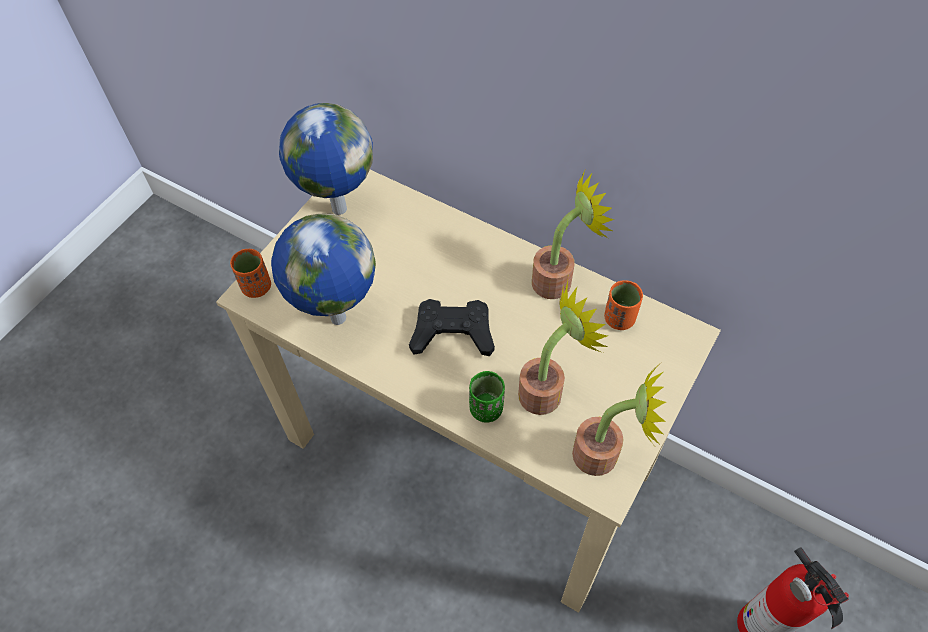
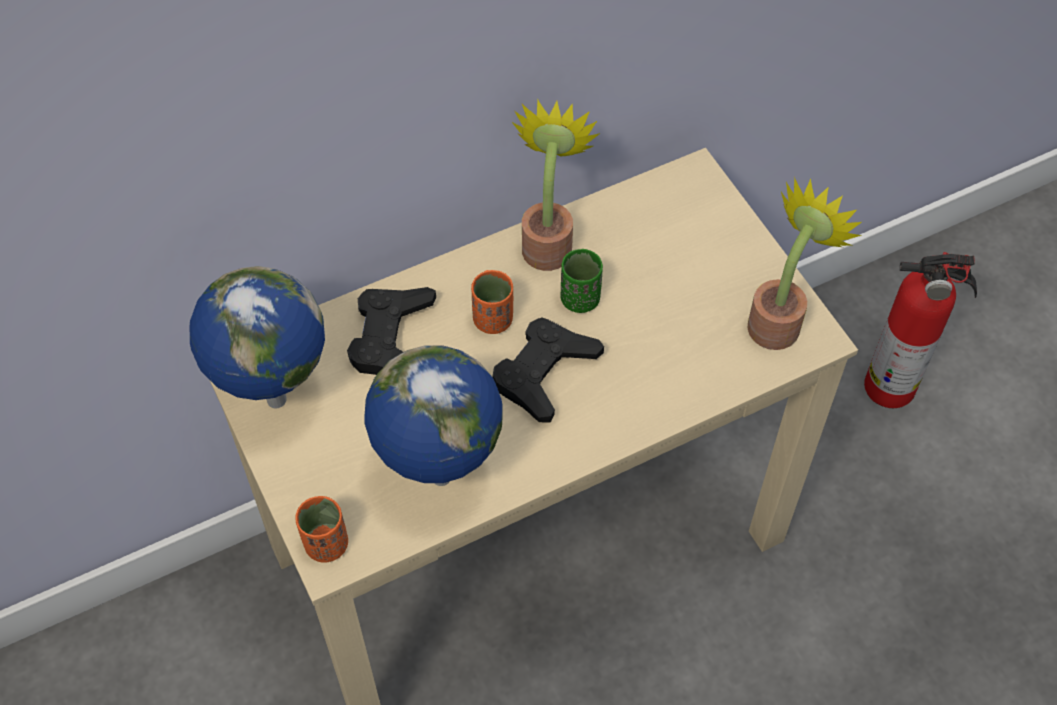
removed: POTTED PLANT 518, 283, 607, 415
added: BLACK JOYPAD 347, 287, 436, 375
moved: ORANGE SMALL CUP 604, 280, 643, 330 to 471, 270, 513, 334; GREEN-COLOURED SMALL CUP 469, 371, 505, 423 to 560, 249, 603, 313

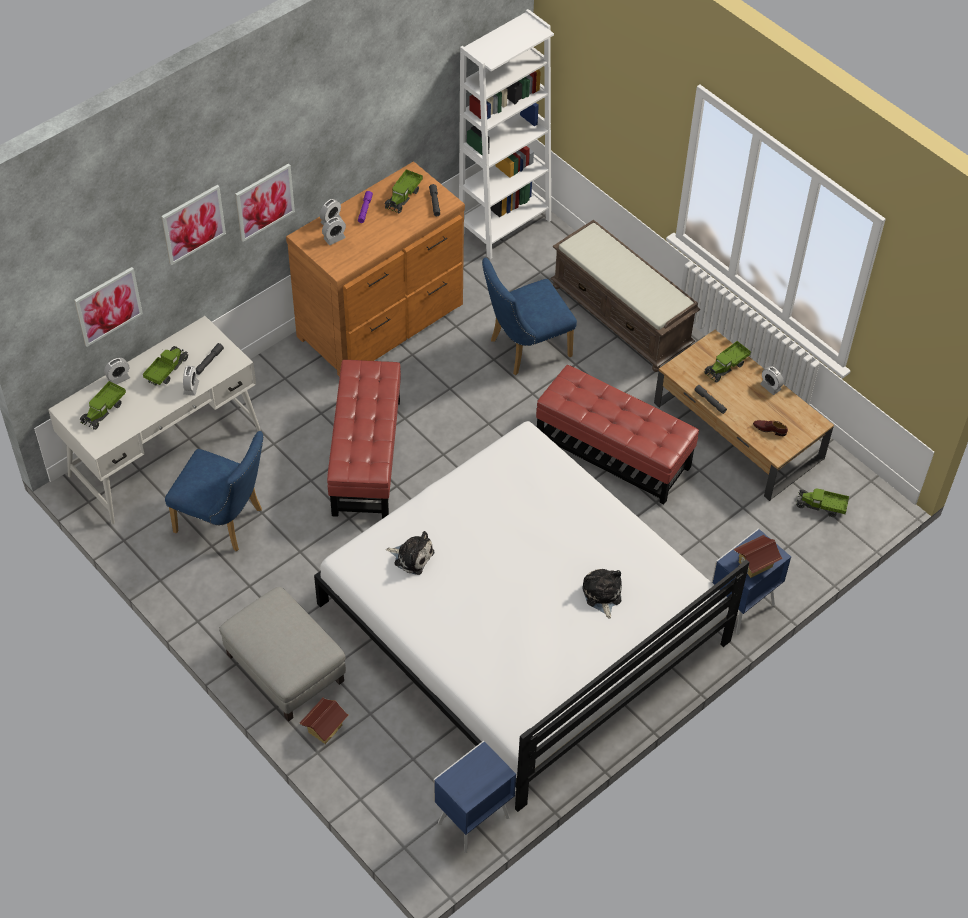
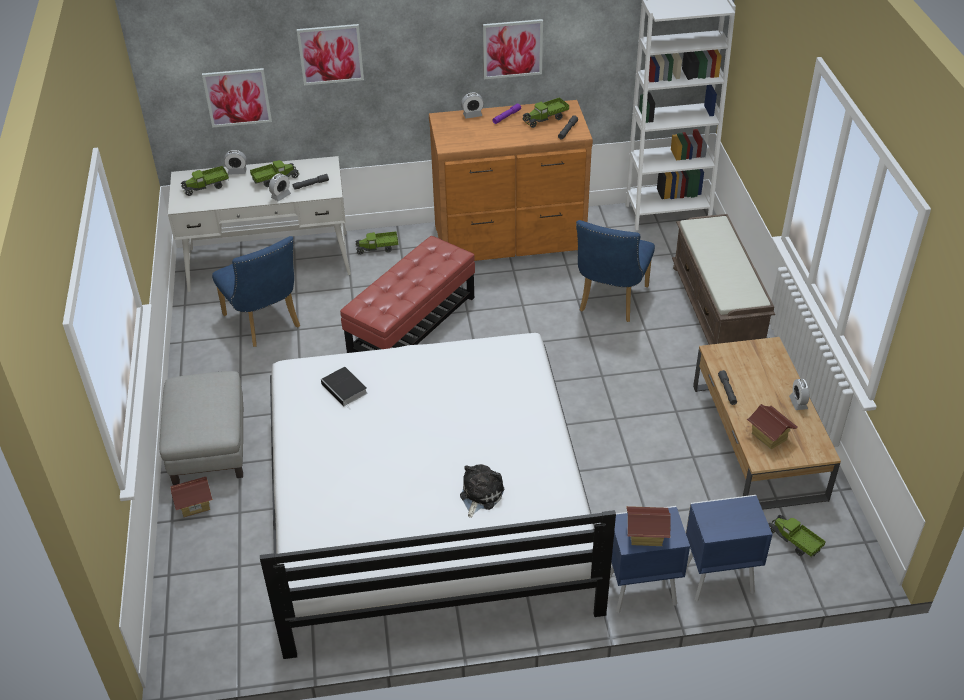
removed: BEDSIDE CLOCK 322, 217, 346, 245; RED-COLOURED OTTOMAN 536, 365, 699, 505
moved: PICTURE 235, 163, 295, 242 to 483, 19, 543, 79; TOY LORRY 704, 341, 751, 383 to 355, 231, 399, 255; BLUISH BEDSIDE TABLE 434, 741, 516, 853 to 686, 495, 773, 602
replaced: BROWNISH ITEM OF FOOTWEAR 753, 420, 788, 436 to TOY HOUSE 747, 404, 798, 449; PLUSH TOY 386, 531, 434, 575 to BOOK 321, 367, 367, 410
turned: BLUISH CHAIR 482, 257, 577, 375 = 576, 220, 655, 322 75 degrees counterclockwise

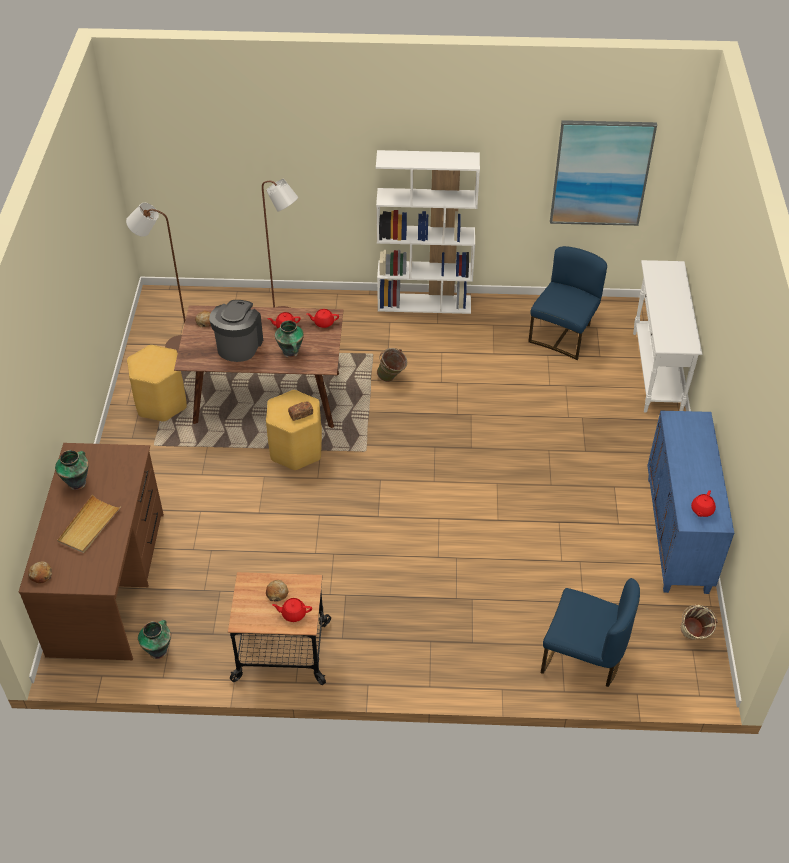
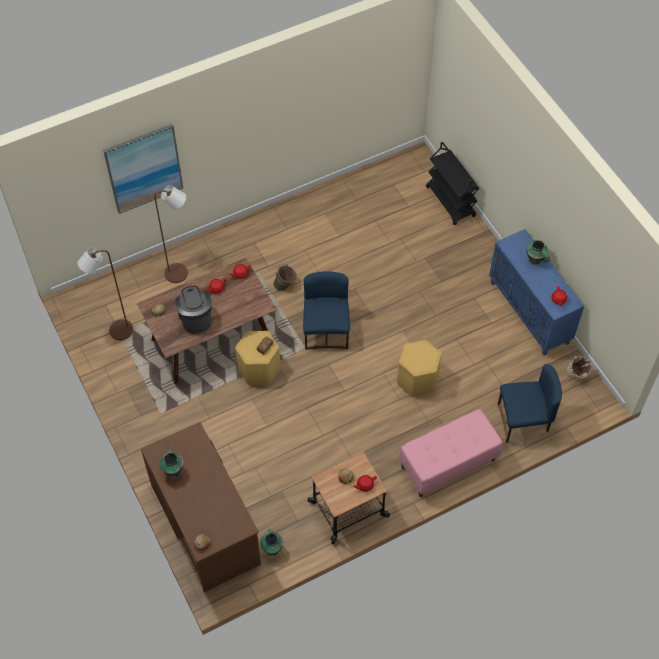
removed: WHITE-COLOURED BOOKCASE 376, 150, 480, 314; BEIGE CARRYING TRAY 57, 495, 121, 553
added: PINK INDOOR BENCH 399, 409, 503, 497
moved: PICTURE 550, 120, 657, 226 to 103, 124, 183, 214; BLUISH CHAIR 528, 246, 607, 360 to 303, 271, 350, 350; VASE 275, 320, 304, 358 to 526, 240, 550, 265; YELLOWISH STOOL SEAT 127, 345, 187, 422 to 397, 340, 442, 397
replaced: WHITE-COLOURED CONSOLE TABLE 633, 260, 702, 413 to BLACK CART 426, 142, 479, 225

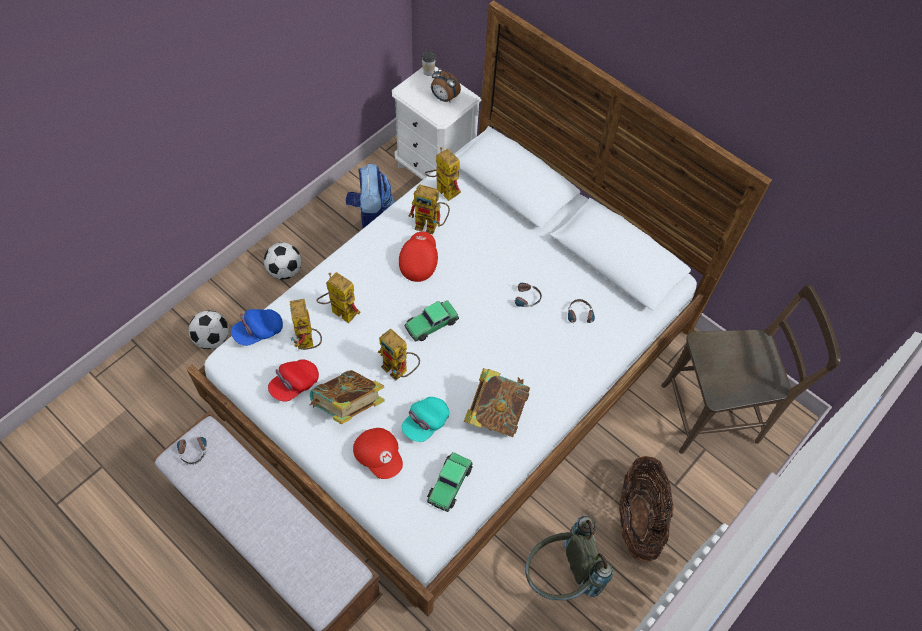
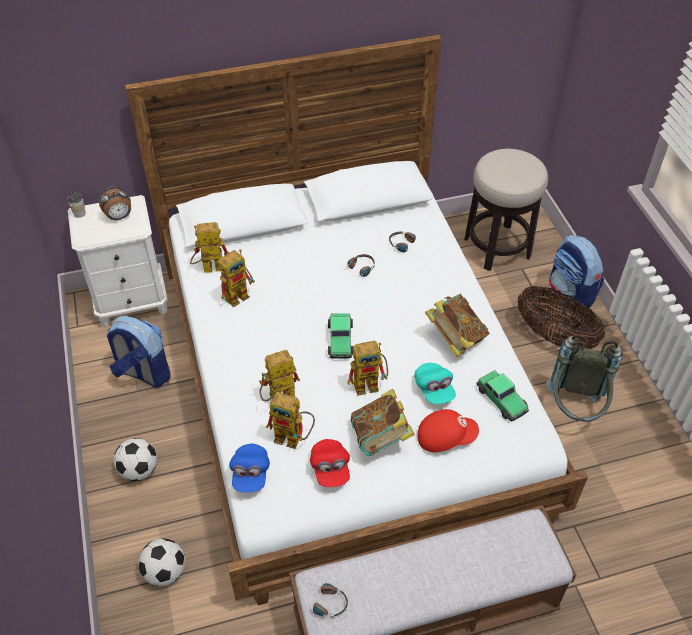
removed: RED-COLOURED BASEBALL CAP 399, 232, 438, 282
added: RUCKSACK 549, 235, 604, 311
replaced: BROWNISH CHAIR 661, 284, 841, 454 to STOOL SEAT 464, 149, 548, 271

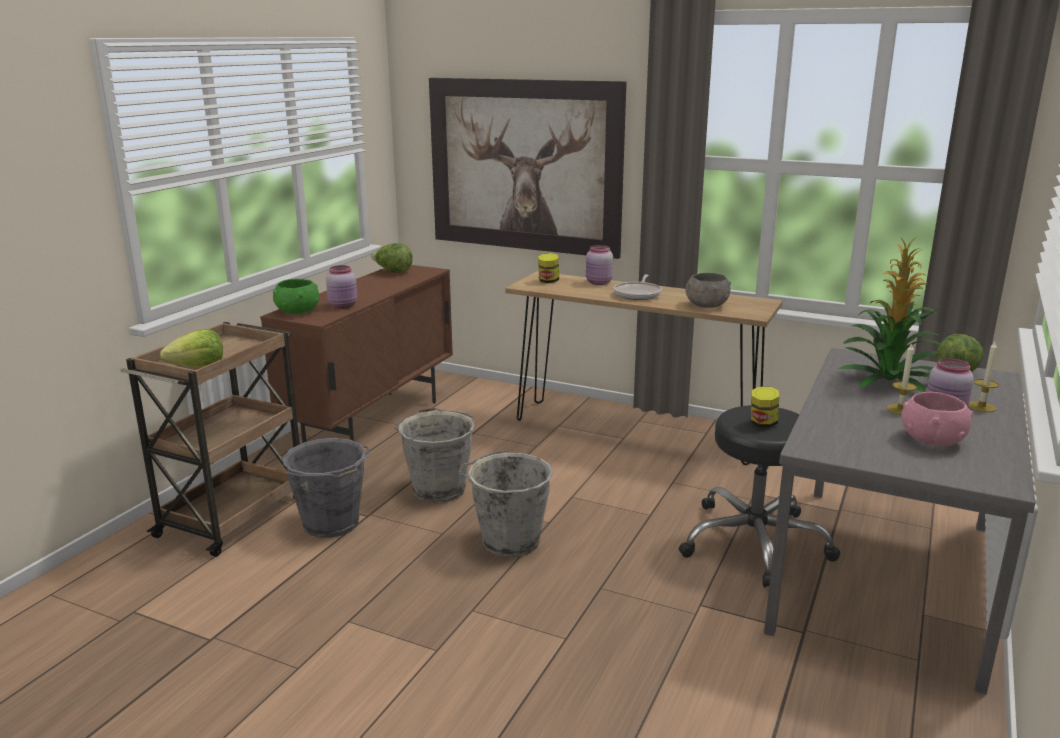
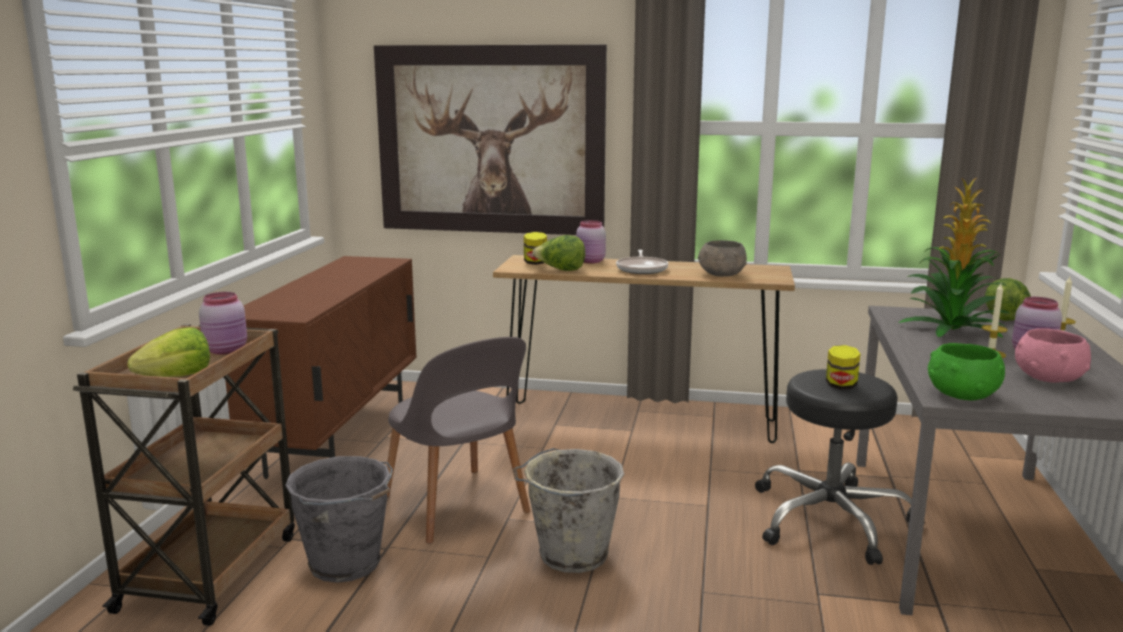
moved: HEAD OF LETTUCE 371, 243, 413, 273 to 532, 235, 585, 271; PINK JAR 326, 265, 357, 309 to 199, 292, 247, 355; GREEN-COLOURED BOWL 273, 279, 319, 314 to 928, 343, 1005, 400
replaced: GREY BUCKET 395, 407, 475, 503 to GREY CHAIR 387, 337, 530, 544

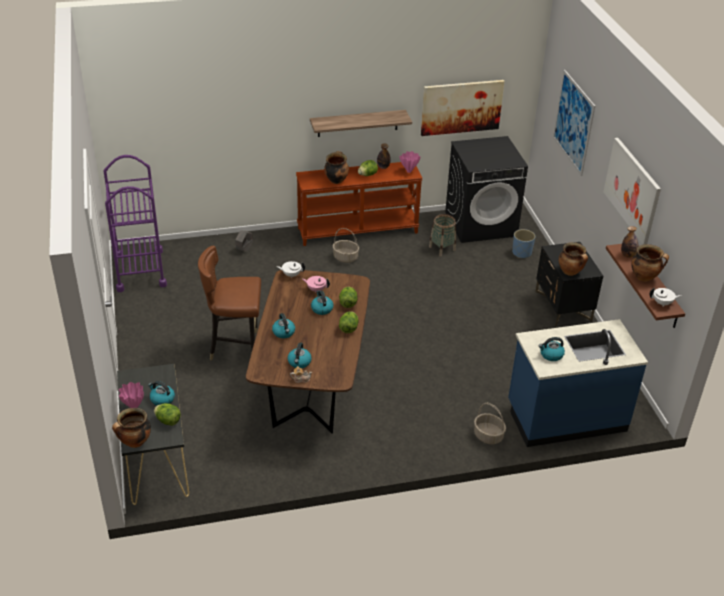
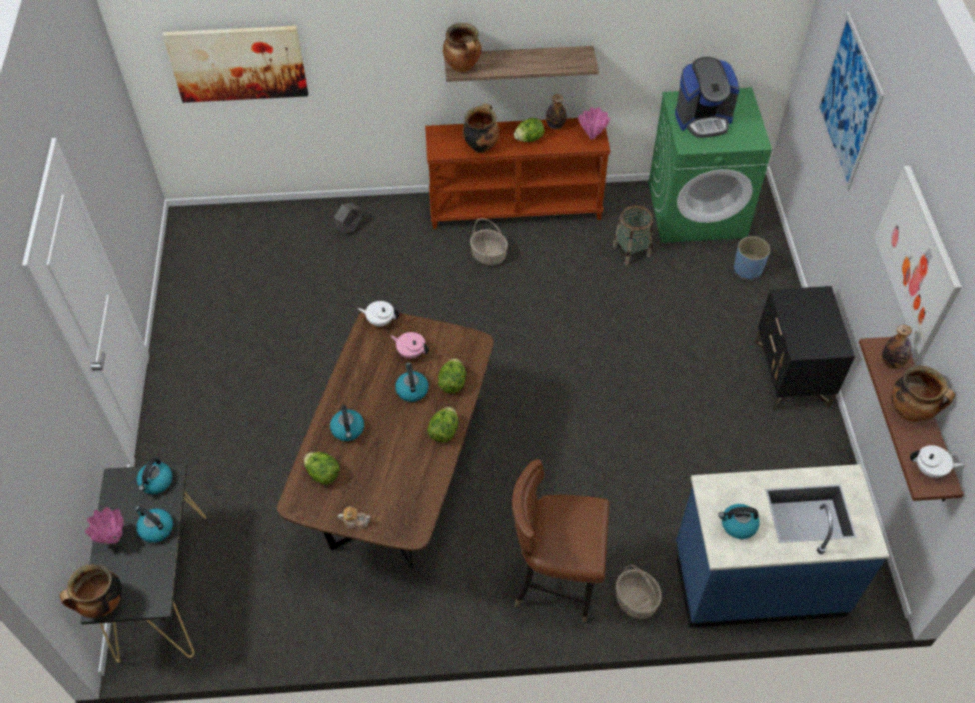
removed: PURPLE CART 103, 155, 167, 292
added: COFFEE MAKER 675, 57, 740, 138
moved: PICTURE 421, 80, 504, 136 to 163, 26, 308, 103; STOCKPOT 559, 242, 588, 276 to 443, 23, 482, 72; BROWNISH CHAIR 198, 246, 261, 360 to 512, 459, 609, 622; KETTLE 288, 343, 312, 368 to 137, 458, 173, 494; HEAD OF LETTUCE 154, 403, 181, 426 to 304, 452, 340, 485
recoloured: BLACK WASHING MACHINE 445, 136, 528, 243 to GREEN-COLOURED WASHING MACHINE 648, 87, 772, 243

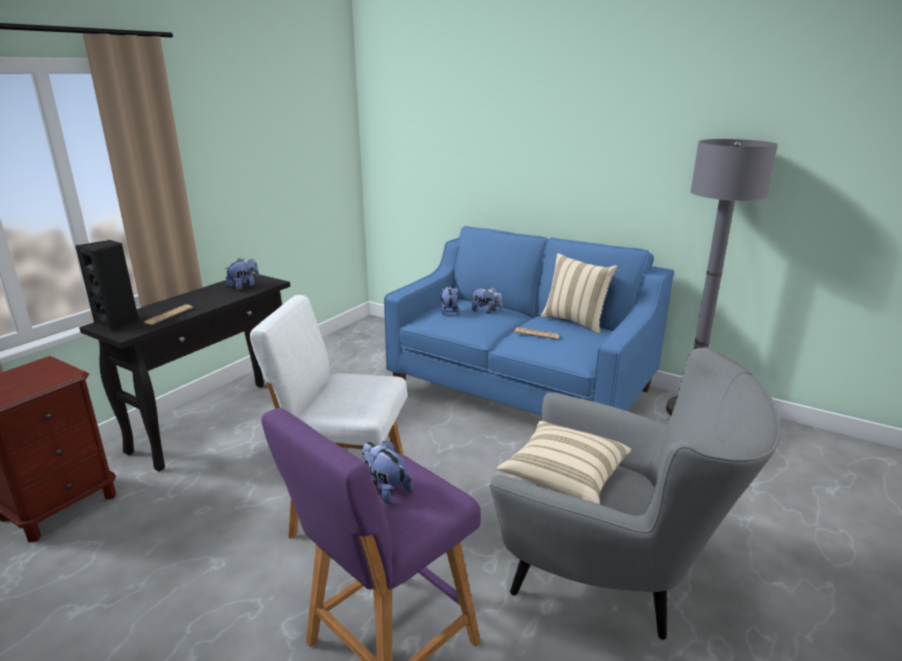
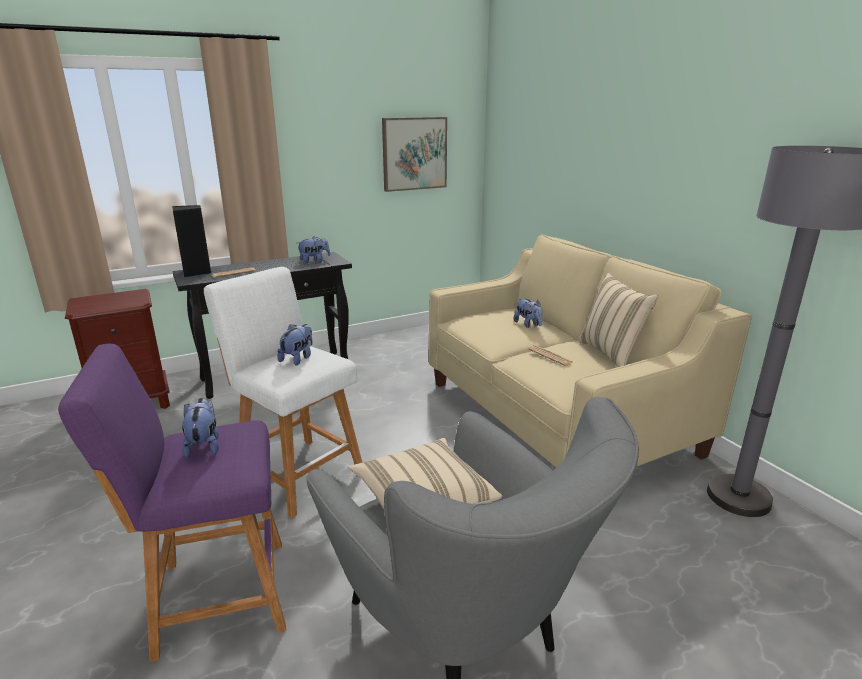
added: PICTURE 382, 117, 447, 192
moved: PLUSH TOY 441, 286, 460, 316 to 277, 324, 312, 366
recoloured: BLUISH COUCH 384, 226, 674, 416 to BEIGE COUCH 428, 235, 752, 468

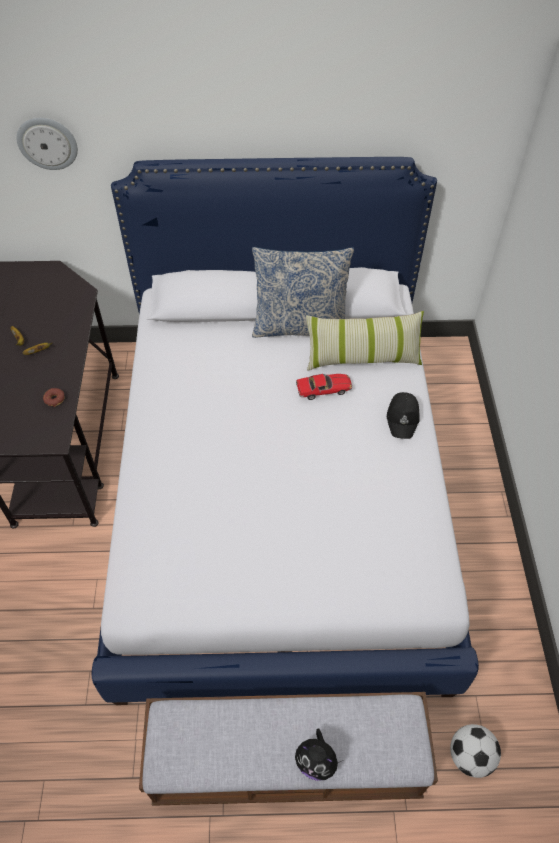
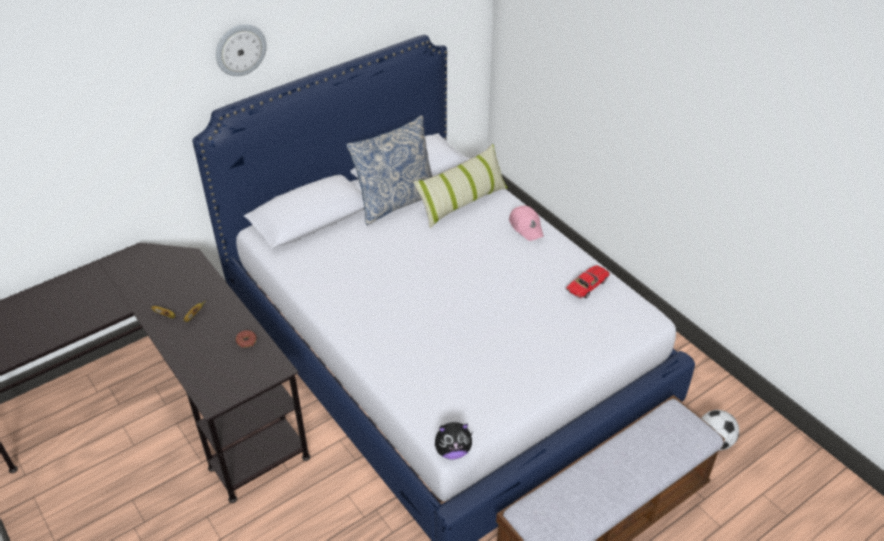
moved: CLOCK ON THE WALL 17, 118, 78, 170 to 216, 24, 267, 76; TOY CAR 296, 374, 352, 400 to 566, 265, 610, 299; PLUSH TOY 295, 728, 341, 781 to 435, 422, 473, 459
recoloured: BLACK BASEBALL CAP 387, 392, 420, 439 to PINK BASEBALL CAP 509, 206, 543, 241

